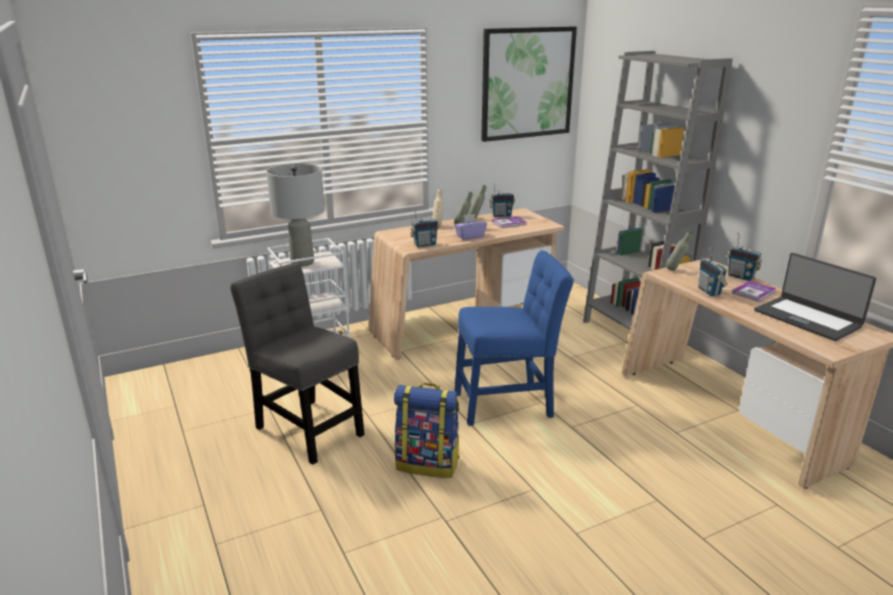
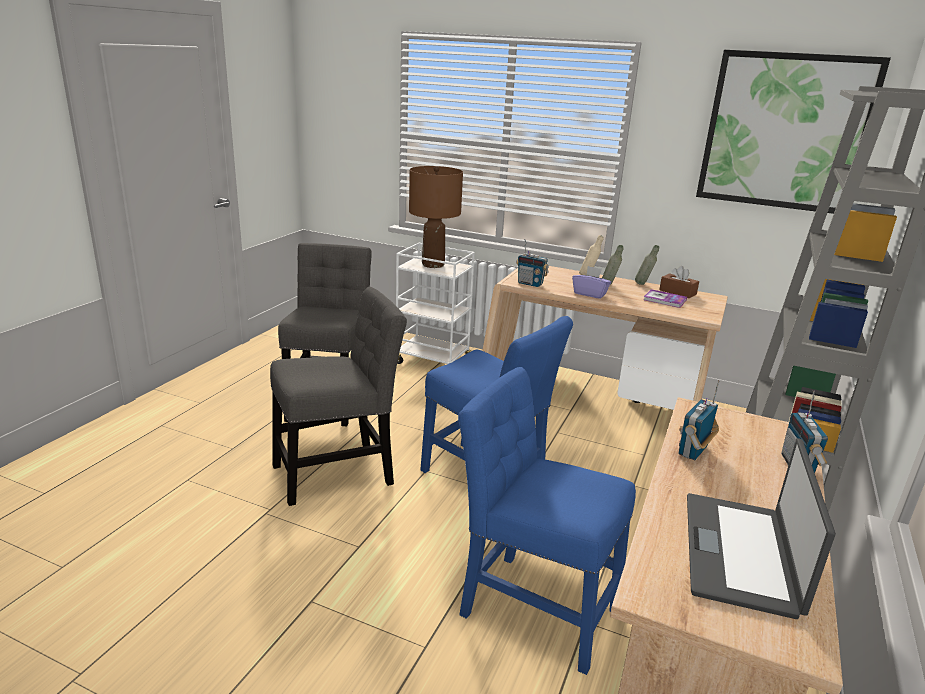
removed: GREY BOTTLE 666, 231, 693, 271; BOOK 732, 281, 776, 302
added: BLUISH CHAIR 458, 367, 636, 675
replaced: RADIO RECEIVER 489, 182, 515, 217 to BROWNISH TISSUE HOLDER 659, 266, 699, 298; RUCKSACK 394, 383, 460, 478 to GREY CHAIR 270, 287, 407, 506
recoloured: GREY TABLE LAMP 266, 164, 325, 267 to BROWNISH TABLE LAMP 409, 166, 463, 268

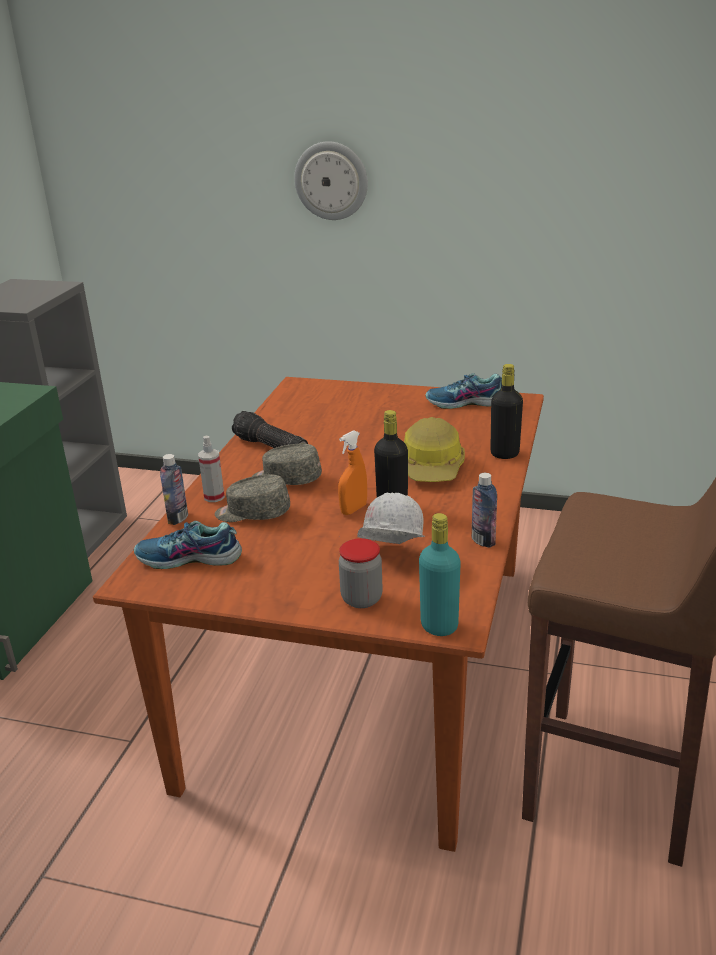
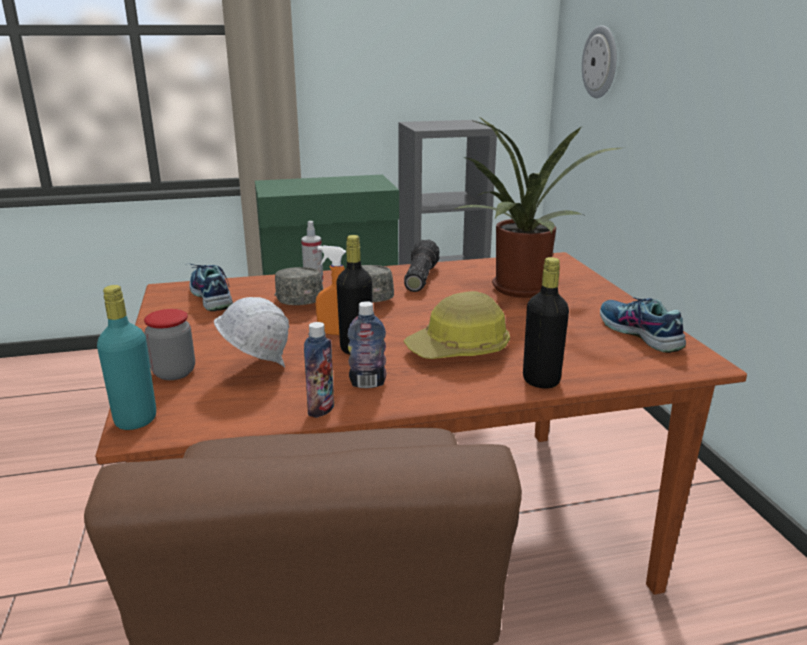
added: POTTED PLANT 453, 116, 622, 298
moved: CLOCK ON THE WALL 294, 141, 368, 220 to 582, 25, 617, 98; BOTTLE 160, 454, 188, 525 to 348, 301, 386, 388

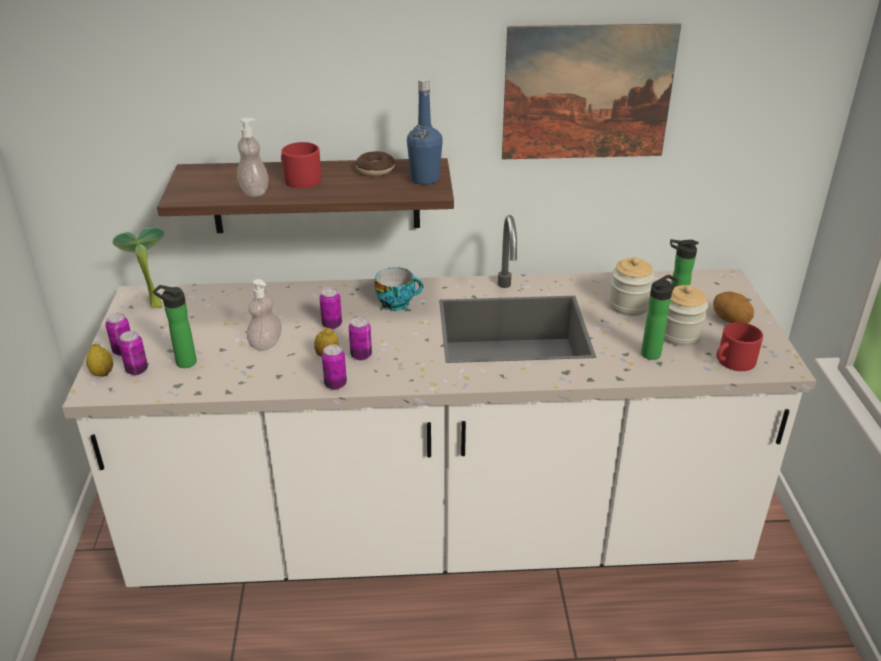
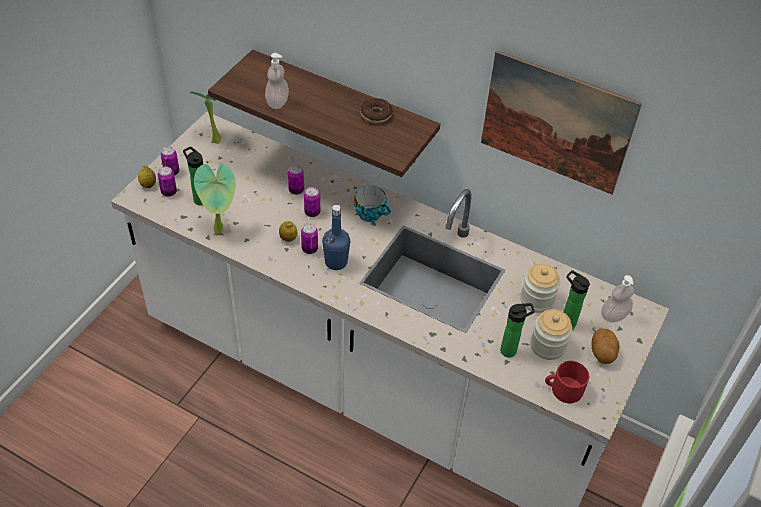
removed: RED-COLOURED MUG 281, 142, 321, 188
added: POTTED PLANT 194, 163, 236, 234
moved: BLUISH BOTTLE 407, 78, 443, 185 to 322, 205, 350, 270; LIQUID SOAP BOTTLE 247, 279, 282, 351 to 601, 275, 634, 322; CAN 322, 345, 347, 390 to 288, 165, 304, 195

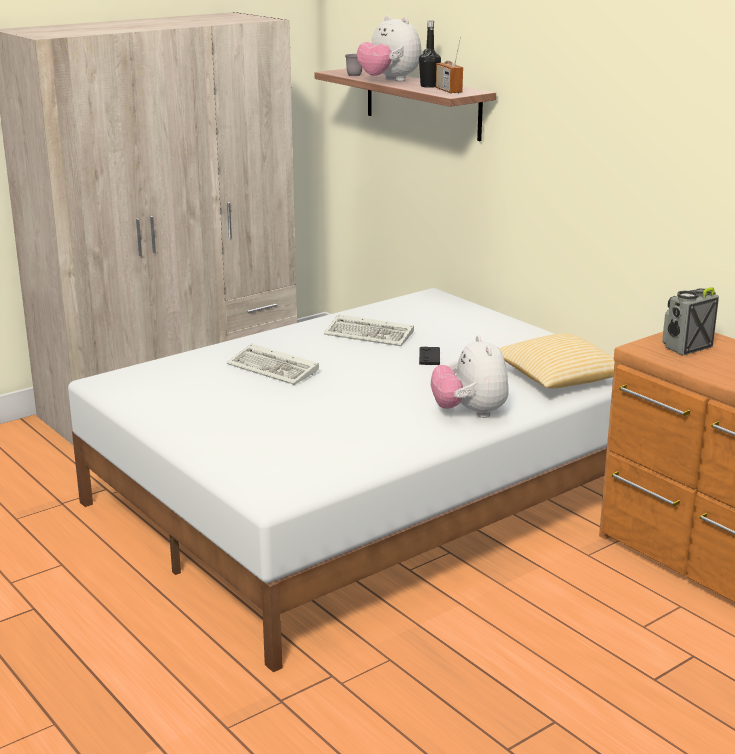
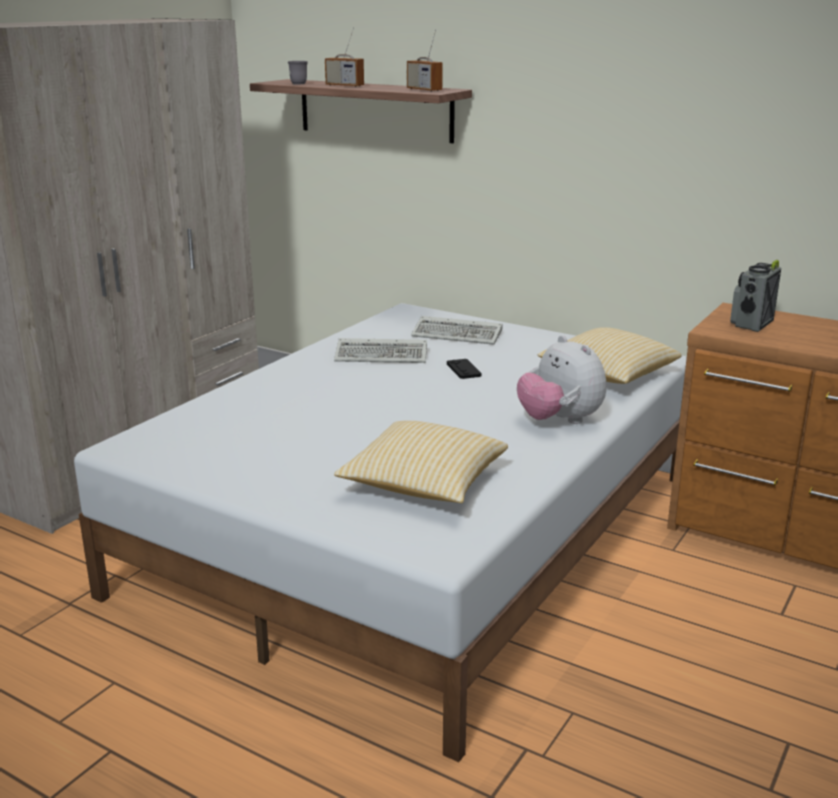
removed: BLACK BOTTLE 419, 21, 441, 88
added: PILLOW 334, 421, 508, 503
moved: KEYBOARD 227, 344, 319, 385 to 411, 316, 503, 345
replaced: PLUSH TOY 357, 16, 421, 81 to RADIO RECEIVER 325, 28, 364, 87

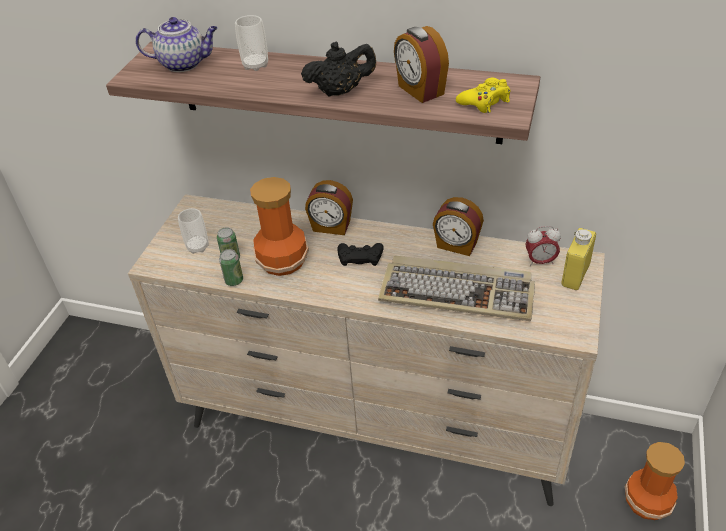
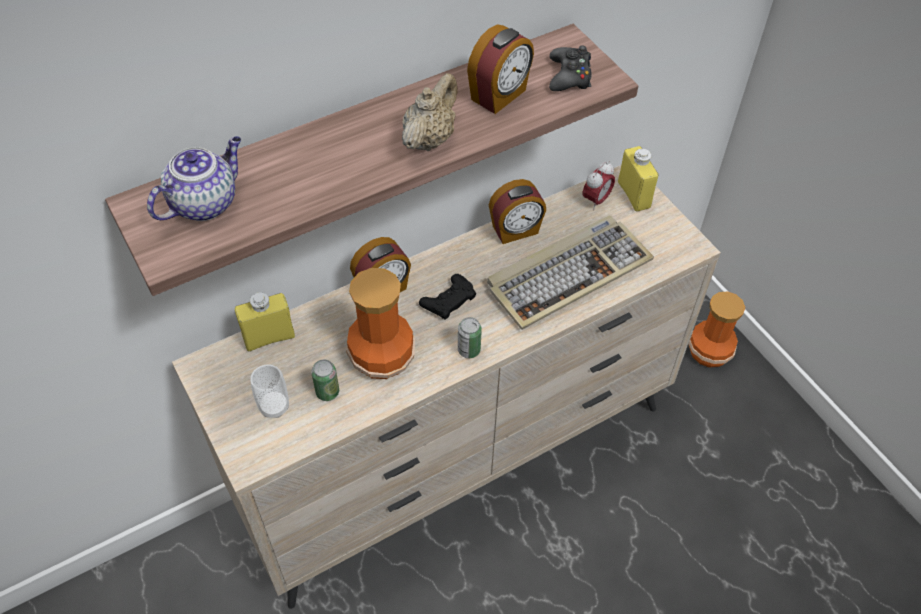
removed: SMALL CUP 235, 15, 268, 71
added: YELLOWISH BOTTLE 235, 292, 295, 352
moved: CAN 219, 249, 243, 286 to 458, 317, 482, 358
recoloured: BLACK POT FOR TEA 301, 42, 376, 96 to BEIGE POT FOR TEA 402, 73, 458, 151; YELLOWISH JOYPAD 456, 78, 511, 113 to BLACK JOYPAD 549, 45, 591, 91
turned: BEDSIDE CLOCK 394, 26, 449, 103 = 467, 25, 534, 114 60 degrees counterclockwise

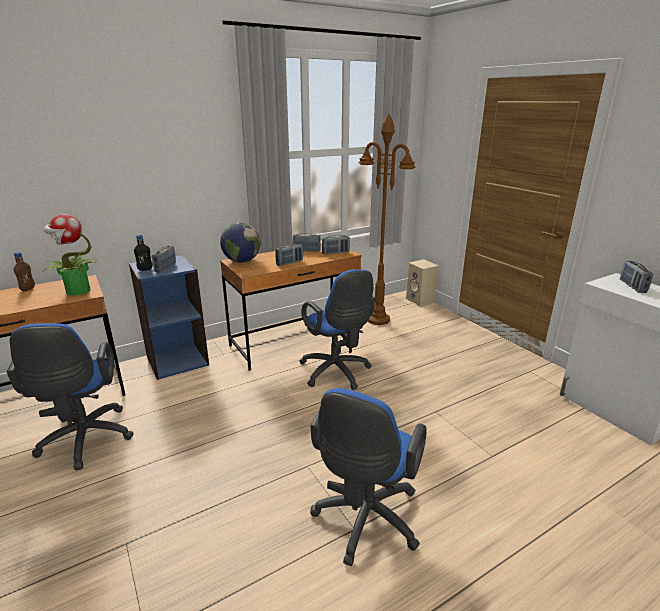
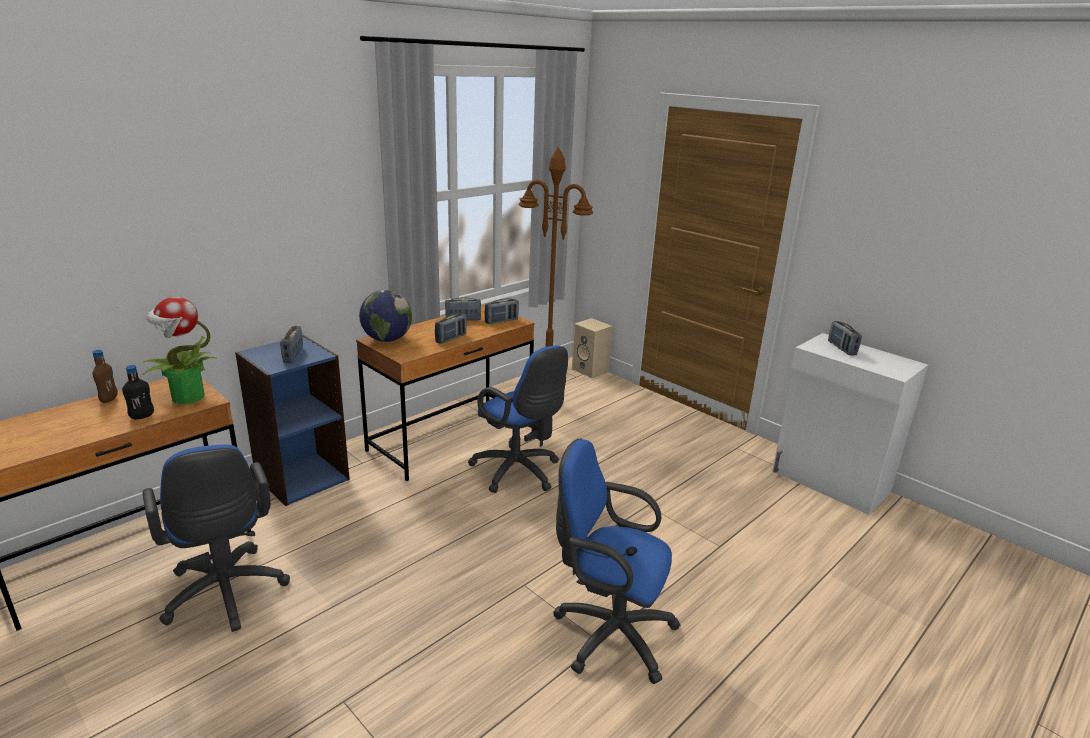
moved: BLACK BOTTLE 134, 235, 153, 271 to 122, 365, 154, 419
turned: BLUISH DESK CHAIR 310, 388, 427, 566 = 553, 439, 680, 684 105 degrees clockwise

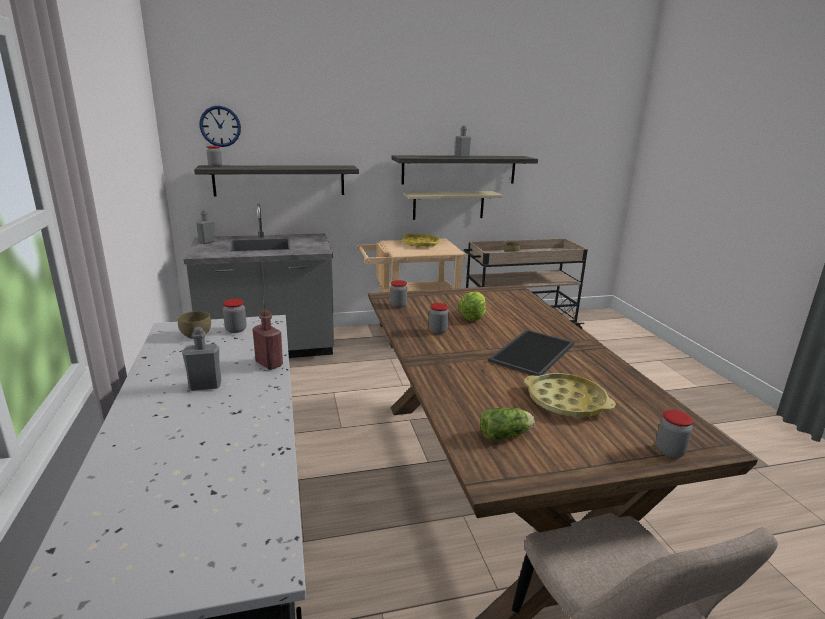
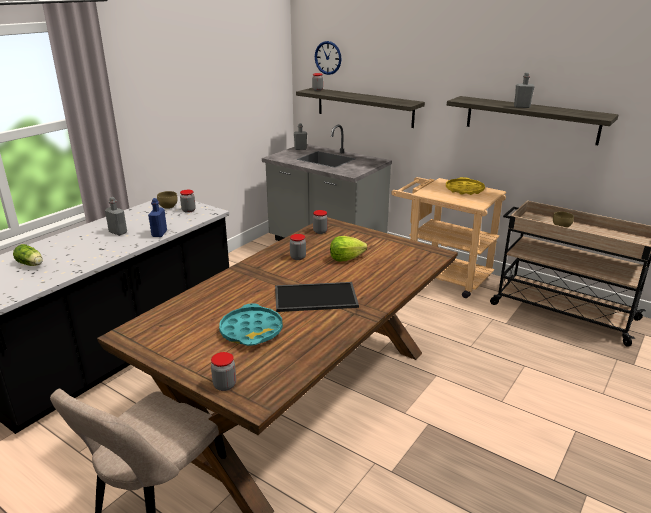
removed: BEIGE WALL SHELF 404, 191, 503, 220
moved: HEAD OF LETTUCE 480, 408, 535, 441 to 13, 244, 43, 266
recoloured: RED-COLOURED BOTTLE 253, 309, 283, 370 to BLUISH BOTTLE 148, 198, 167, 237; YELLOWISH CARRYING TRAY 524, 373, 616, 418 to TURQUOISE CARRYING TRAY 219, 304, 283, 346

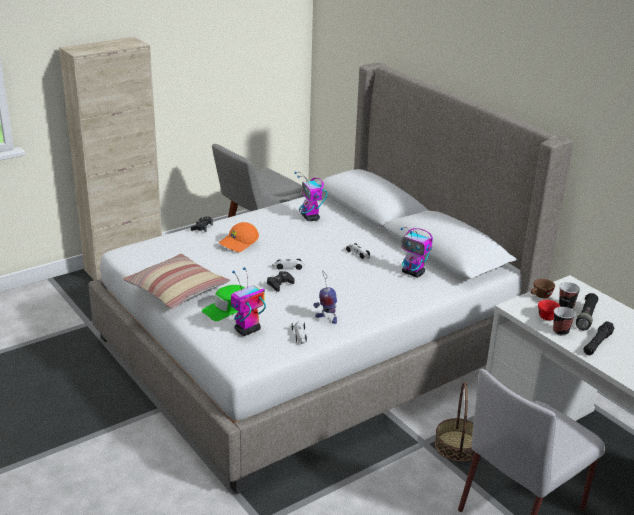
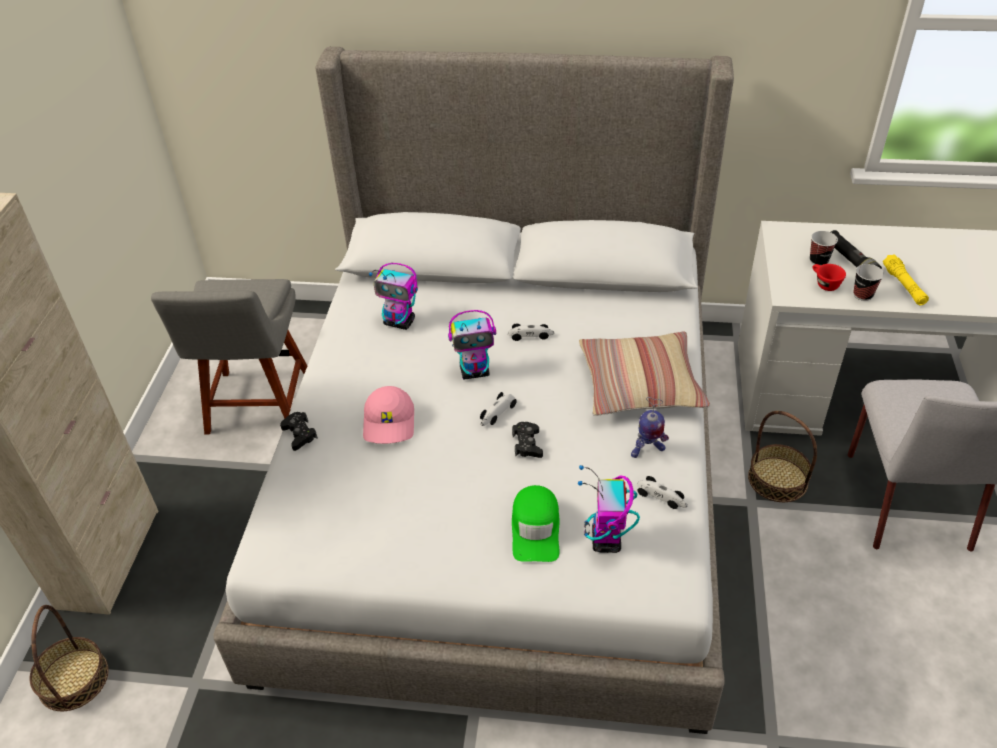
removed: BROWNISH SMALL CUP 531, 279, 555, 298
added: HOUSEHOLD BASKET 29, 605, 109, 711
moved: TOY ROBOT 401, 227, 433, 278 to 448, 310, 496, 380; PILLOW 123, 254, 230, 309 to 579, 332, 710, 416
recoloured: ORANGE BASEBALL CAP 219, 222, 259, 252 to PINK BASEBALL CAP 363, 386, 414, 444; BLACK HAND TORCH 584, 321, 615, 355 to YELLOWISH HAND TORCH 883, 254, 929, 305

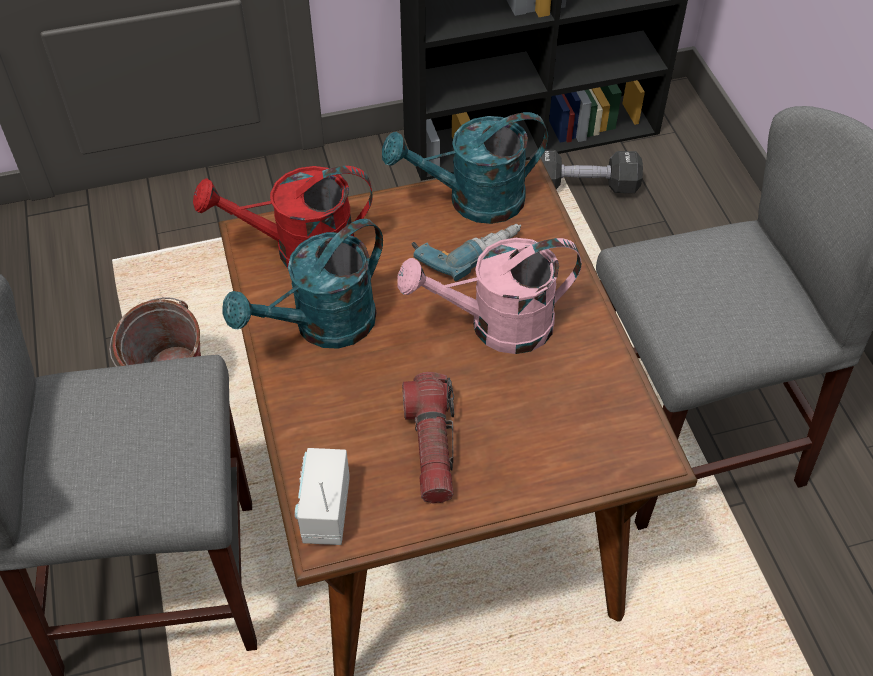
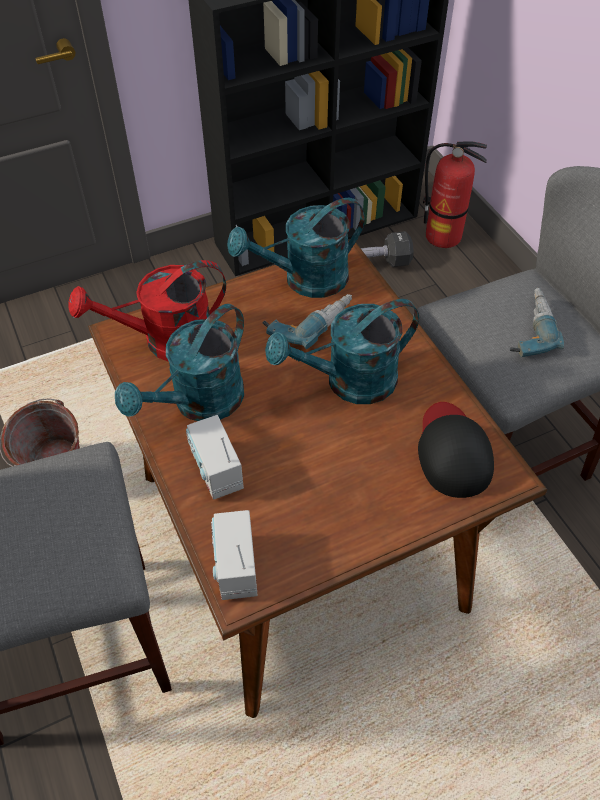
removed: HAND TORCH 402, 372, 454, 503
added: EXTINGUISHER 423, 141, 487, 248; ELECTRIC DRILL 510, 288, 564, 357; BLACK BASEBALL CAP 418, 402, 494, 498; RADIO RECEIVER 186, 415, 244, 500
recoloured: PINK SPRINKLING CAN 397, 238, 582, 354 to TURQUOISE SPRINKLING CAN 265, 299, 419, 404

